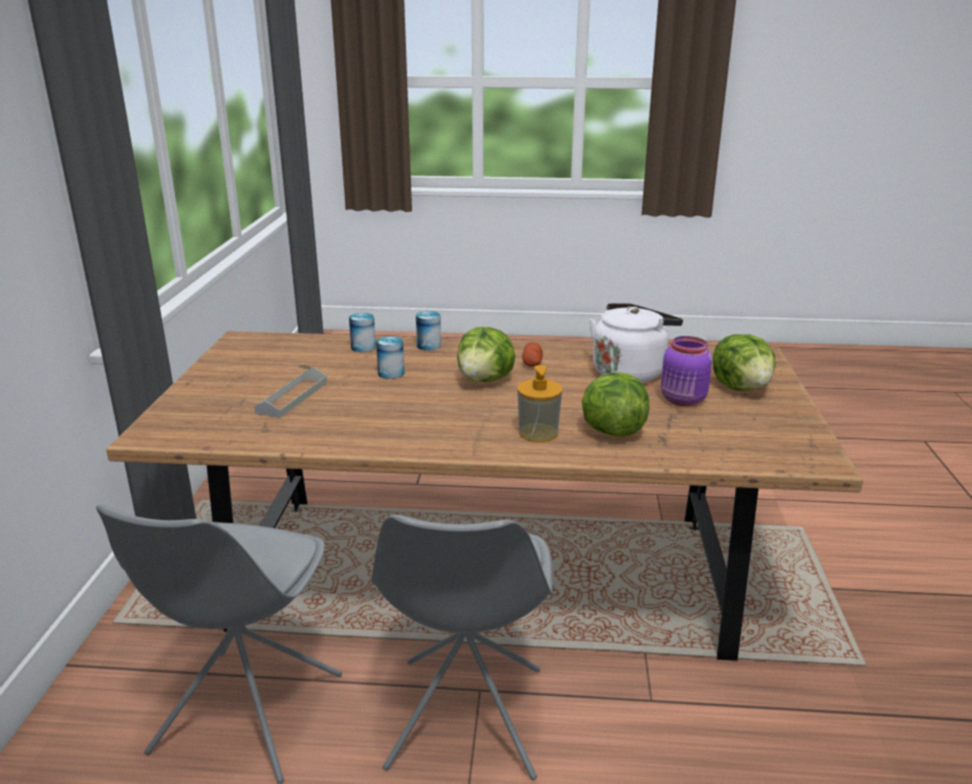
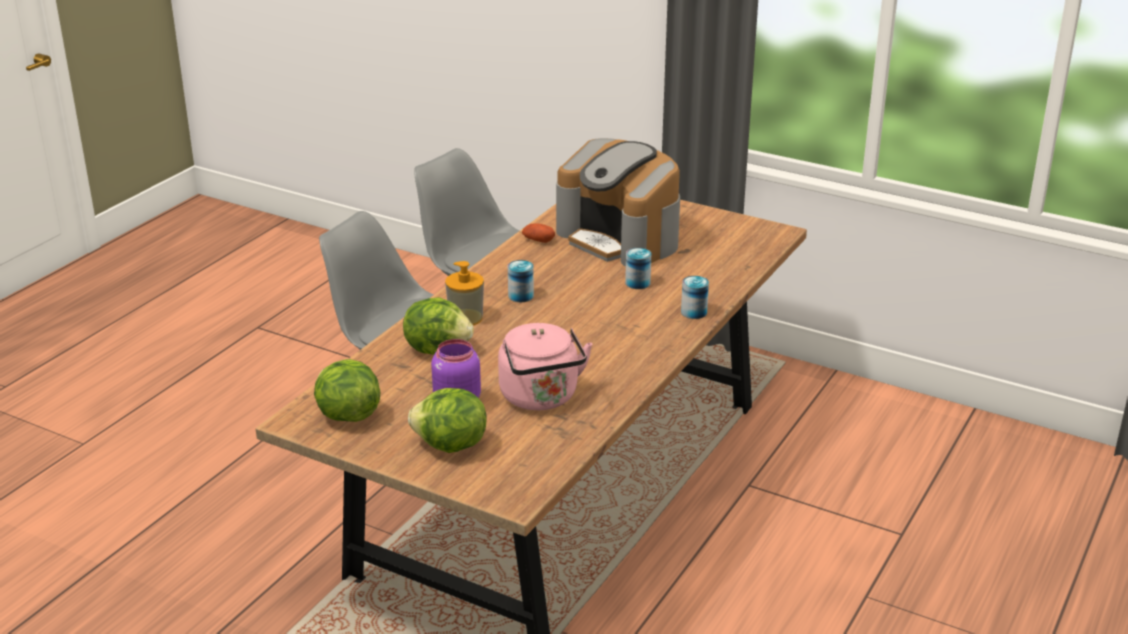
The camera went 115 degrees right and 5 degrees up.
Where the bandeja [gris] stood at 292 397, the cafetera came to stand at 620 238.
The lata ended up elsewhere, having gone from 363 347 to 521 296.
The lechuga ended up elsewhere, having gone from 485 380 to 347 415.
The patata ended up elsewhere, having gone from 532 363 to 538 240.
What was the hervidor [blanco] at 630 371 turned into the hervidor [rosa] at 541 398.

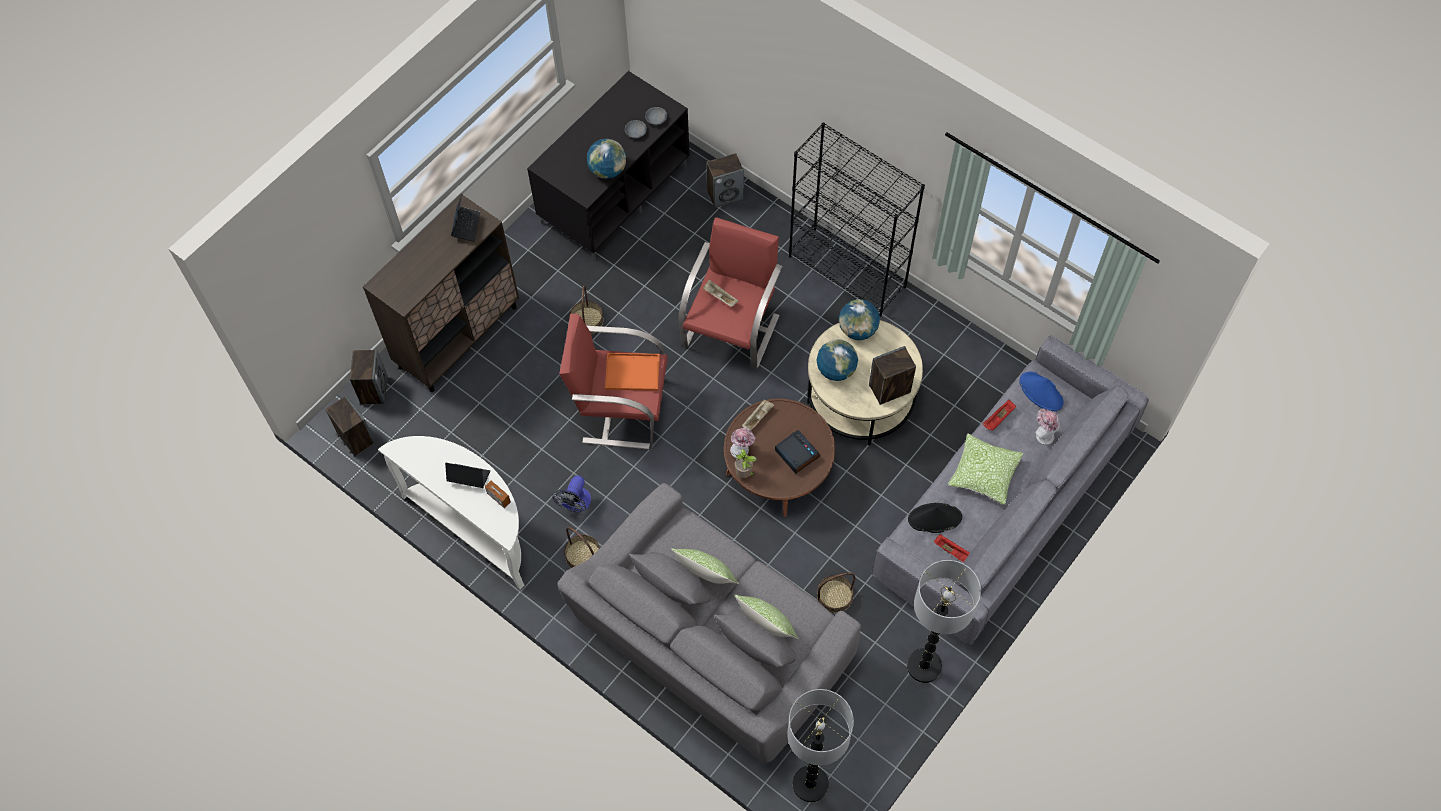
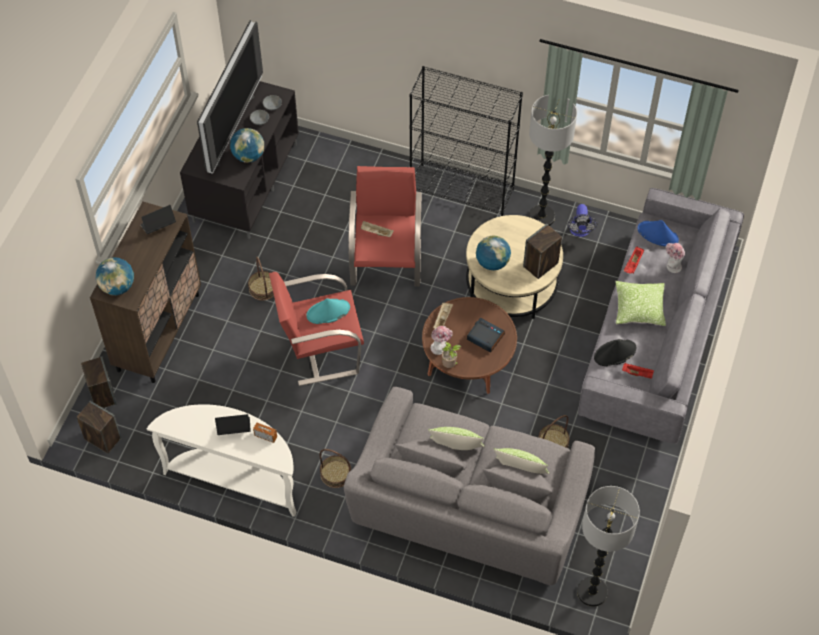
The camera went 20 degrees left and 5 degrees down.
The portátil at 466 226 ended up facing another way, 105 degrees counterclockwise from before.
The ventilador ended up elsewhere, having gone from 575 504 to 580 231.
Where the bandeja [naranja] stood at 631 373, the sombrero [turquesa] came to stand at 328 312.
The second view lost the altavoz at 725 195.
The globo terráqueo ended up elsewhere, having gone from 858 330 to 117 287.
The lámpara de pie ended up elsewhere, having gone from 924 666 to 541 217.
The second view gained the televisor at 229 128.

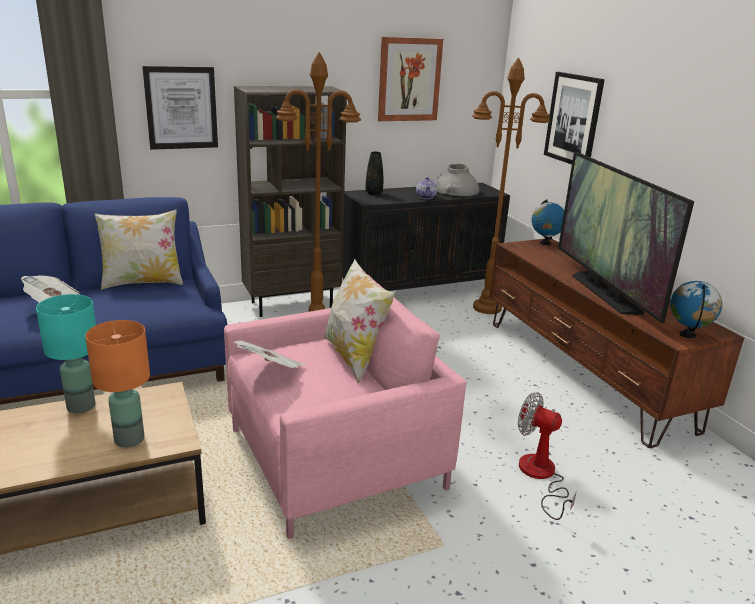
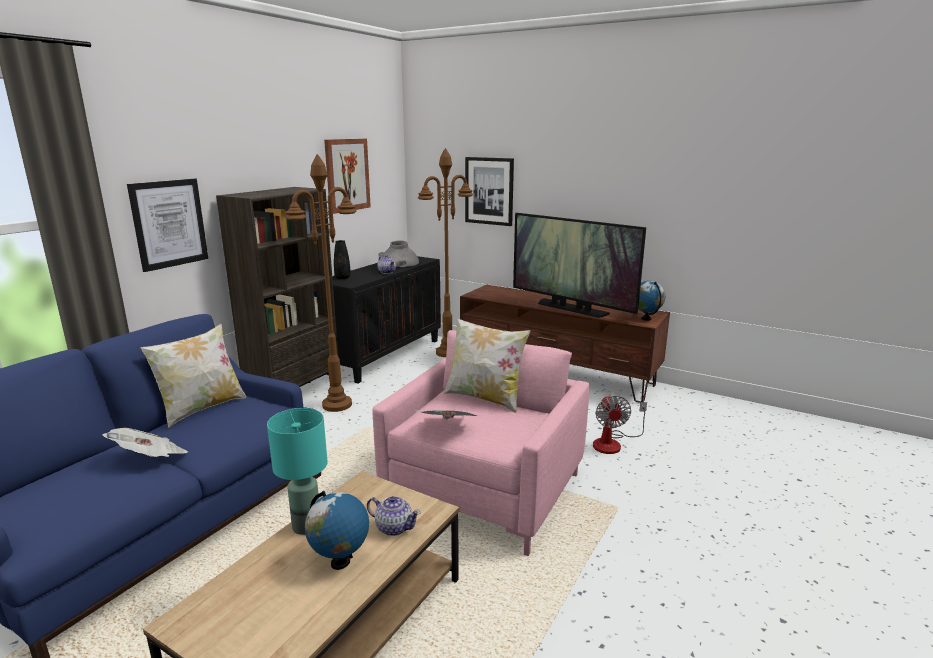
The camera went 35 degrees left and 5 degrees down.
Where the lámpara de mesa [naranja] stood at 130 439, the tetera came to stand at 394 527.
The ventilador at 540 476 ended up facing another way, 90 degrees counterclockwise from before.
The globo terráqueo ended up elsewhere, having gone from 545 243 to 340 563.

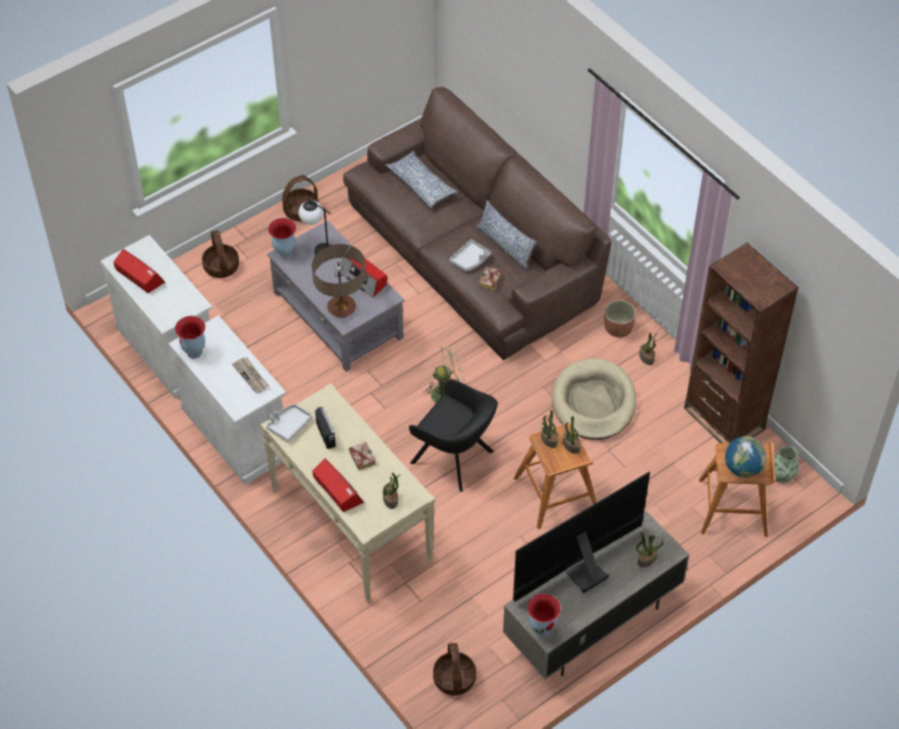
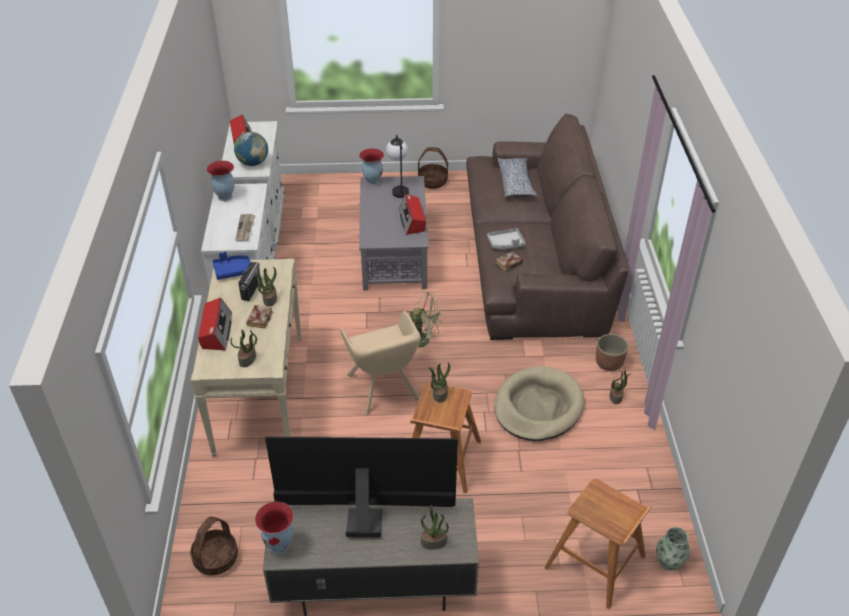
The camera went 35 degrees right and 10 degrees down.
The second view lost the cesta at 221 266.
What was the bandeja [gris] at 289 425 turned into the bandeja [azul] at 233 271.
The second view lost the lámpara de mesa at 341 308.
What was the sillón [negro] at 455 459 turned into the sillón [beis] at 384 389.
The second view lost the cojín at 505 246.
The planta en maceta ended up elsewhere, having gone from 571 445 to 269 299.
The second view lost the estantería [marrón] at 724 418.
The globo terráqueo ended up elsewhere, having gone from 743 468 to 253 163.

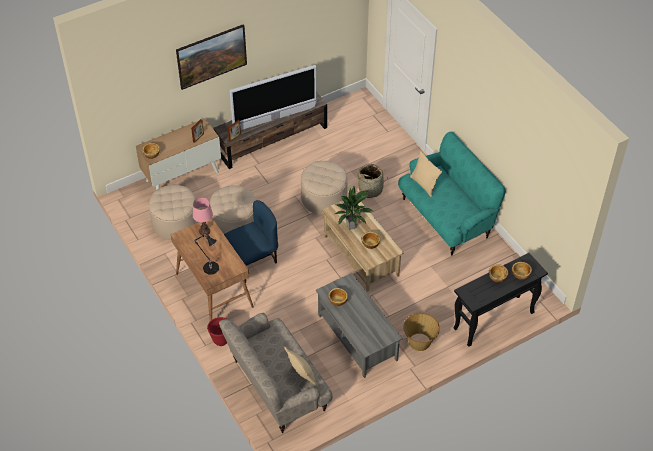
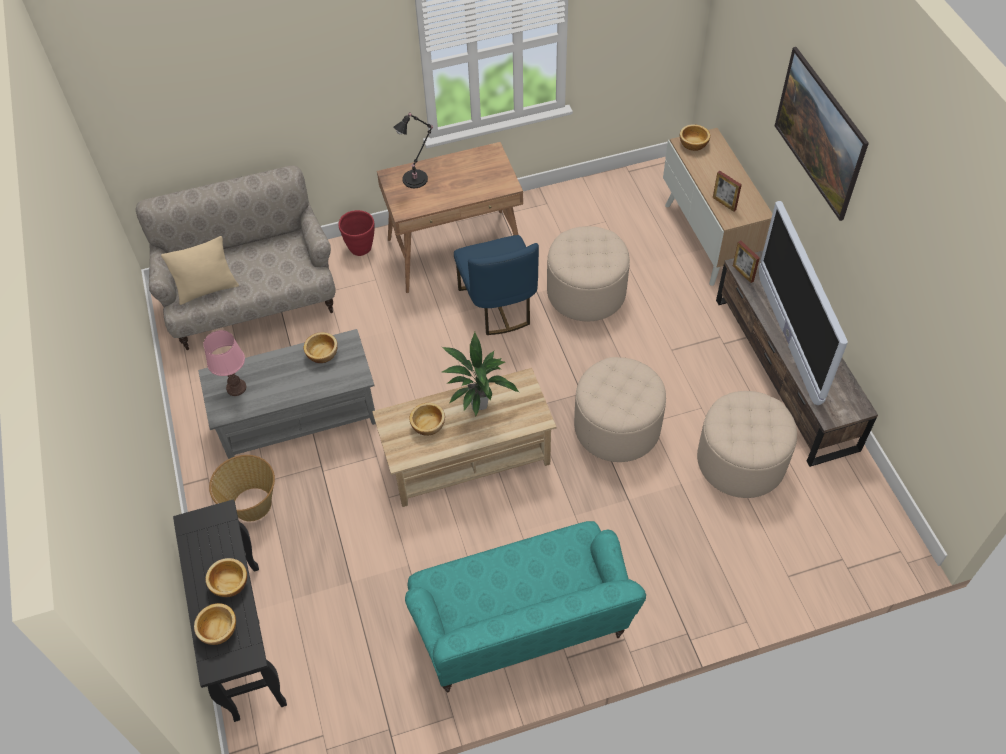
The camera went 105 degrees right and 5 degrees up.
The puf [beis] ended up elsewhere, having gone from 175 223 to 741 461.
The lámpara de mesa [rosa] ended up elsewhere, having gone from 204 231 to 236 387.
The second view lost the cesta at 370 189.
The second view lost the cojín [beis] at 424 185.

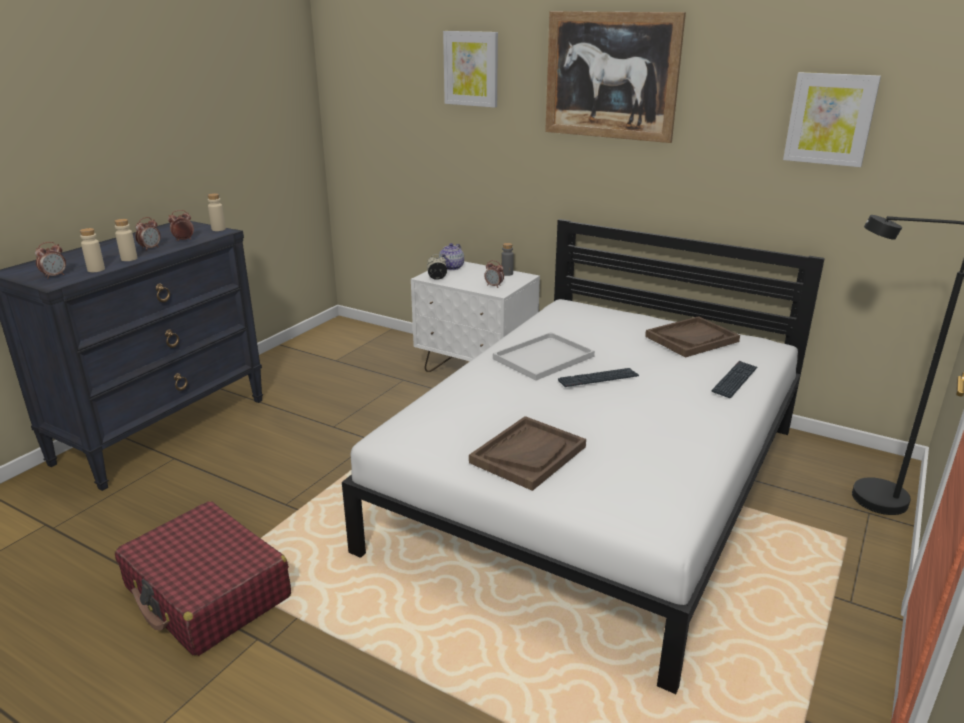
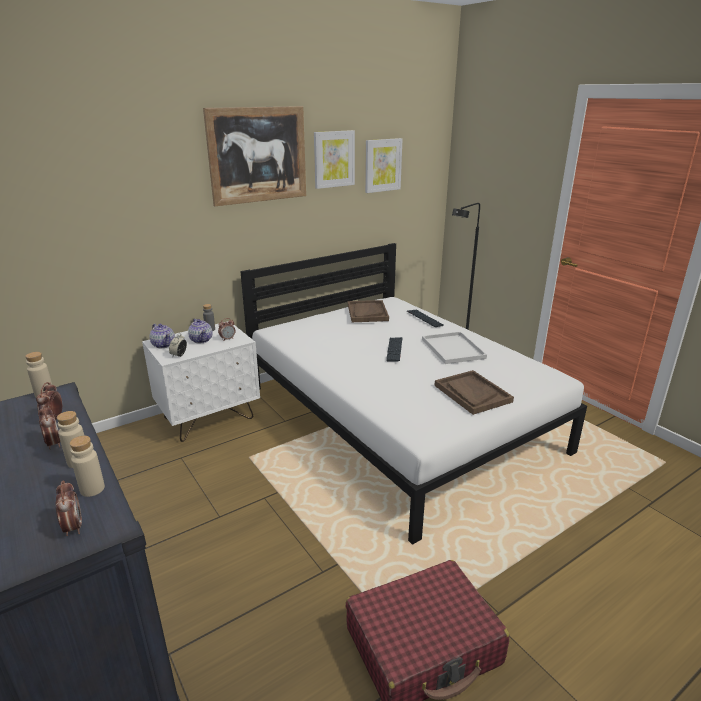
The camera went 65 degrees left and 0 degrees up.
The cuadro ended up elsewhere, having gone from 471 69 to 333 159.
The bandeja [blanco] ended up elsewhere, having gone from 544 357 to 451 348.
The second view gained the tetera at 201 340.

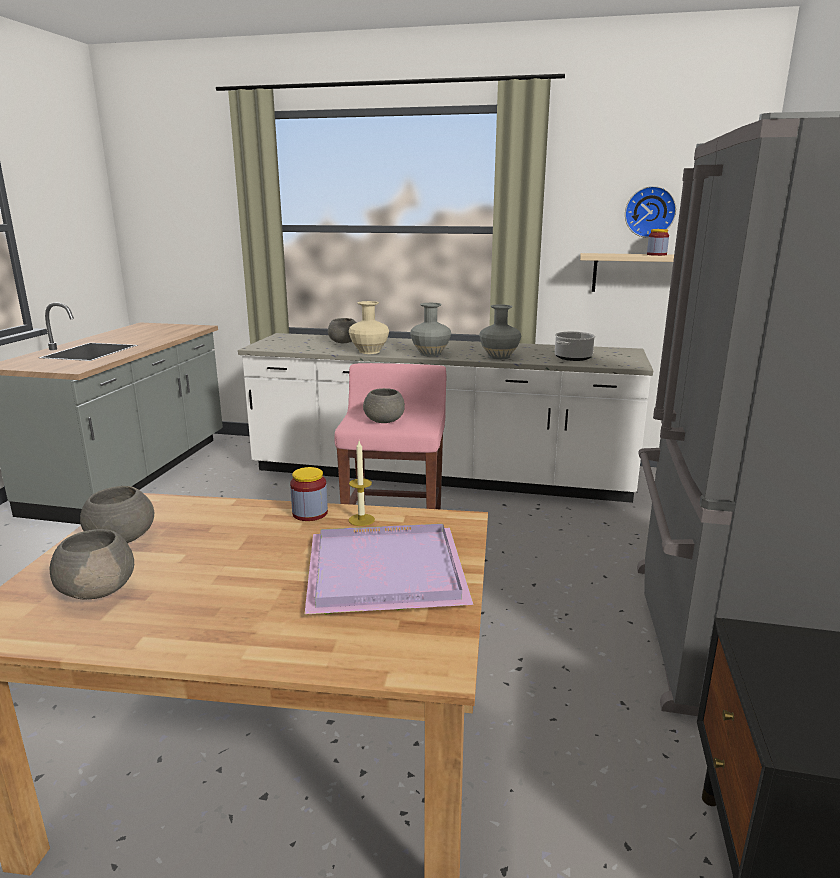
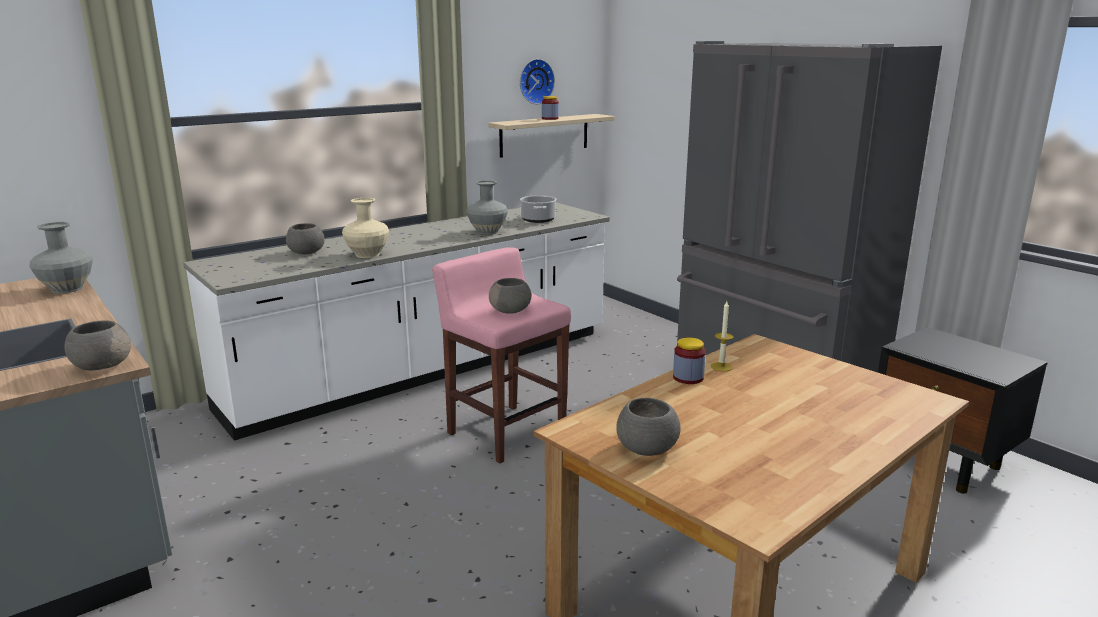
The camera went 50 degrees left and 0 degrees up.
The cuenco [gris] ended up elsewhere, having gone from 98 589 to 101 366.
The second view lost the bandeja [morado] at 383 574.
The florero [gris] ended up elsewhere, having gone from 430 354 to 66 289.

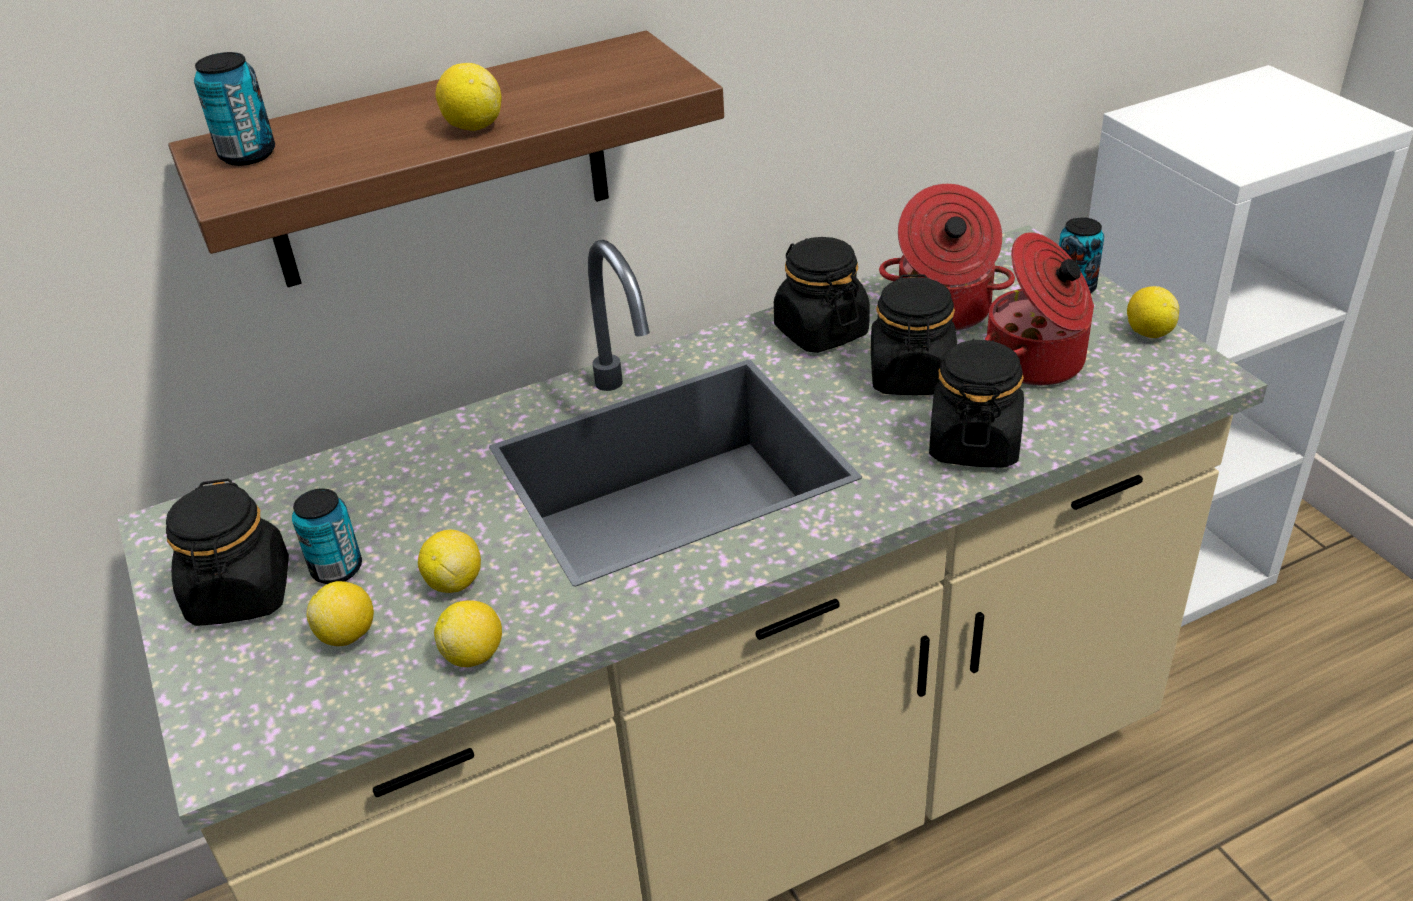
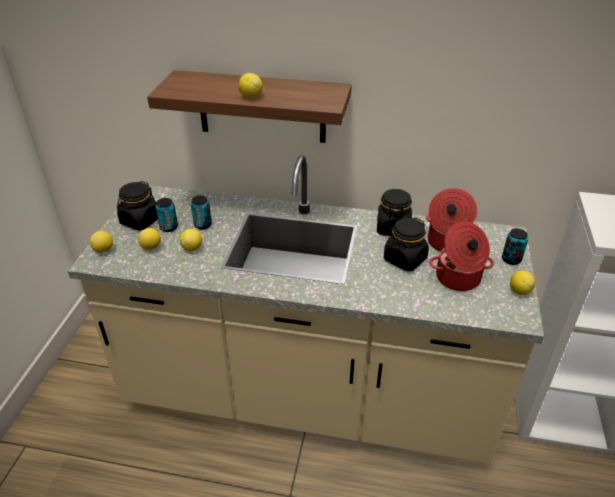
The camera went 35 degrees right and 0 degrees up.
The lata ended up elsewhere, having gone from 248 155 to 203 225.
The limón ended up elsewhere, having gone from 474 654 to 104 250.
The second view lost the tarro [negro] at 973 443.

